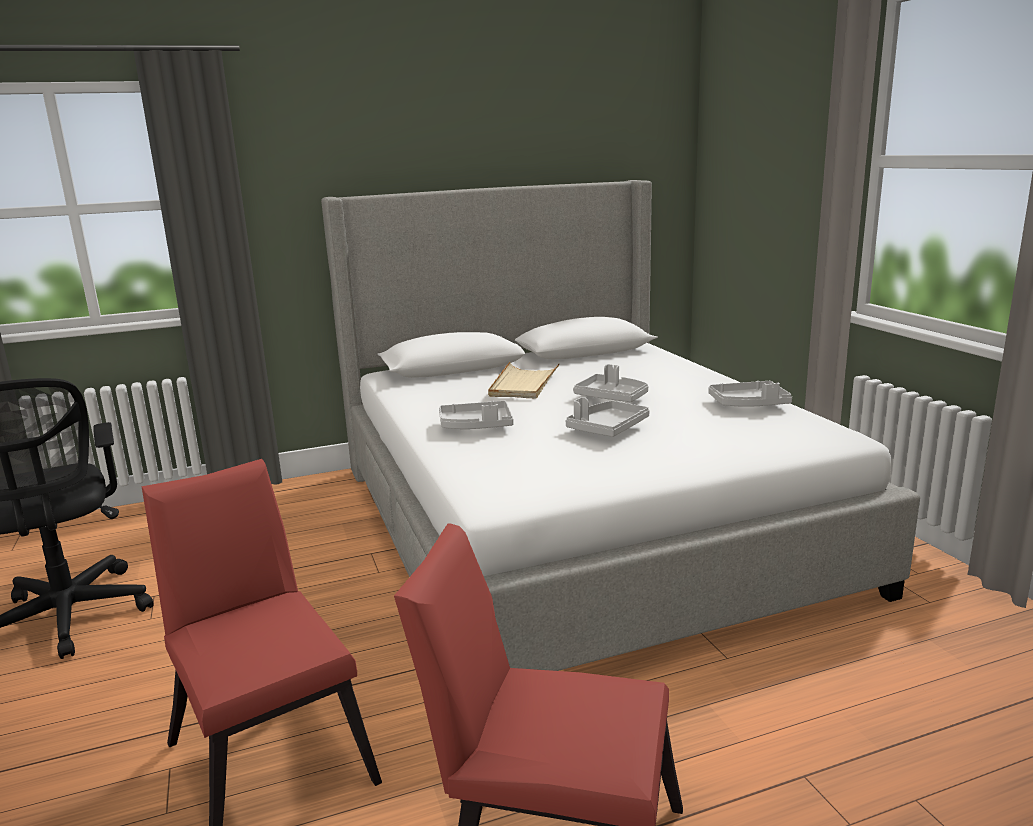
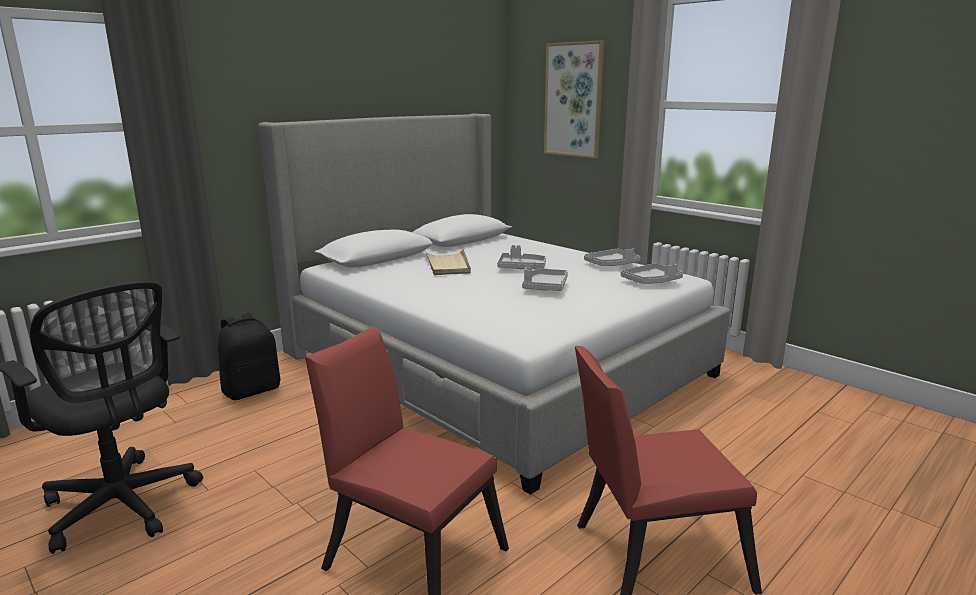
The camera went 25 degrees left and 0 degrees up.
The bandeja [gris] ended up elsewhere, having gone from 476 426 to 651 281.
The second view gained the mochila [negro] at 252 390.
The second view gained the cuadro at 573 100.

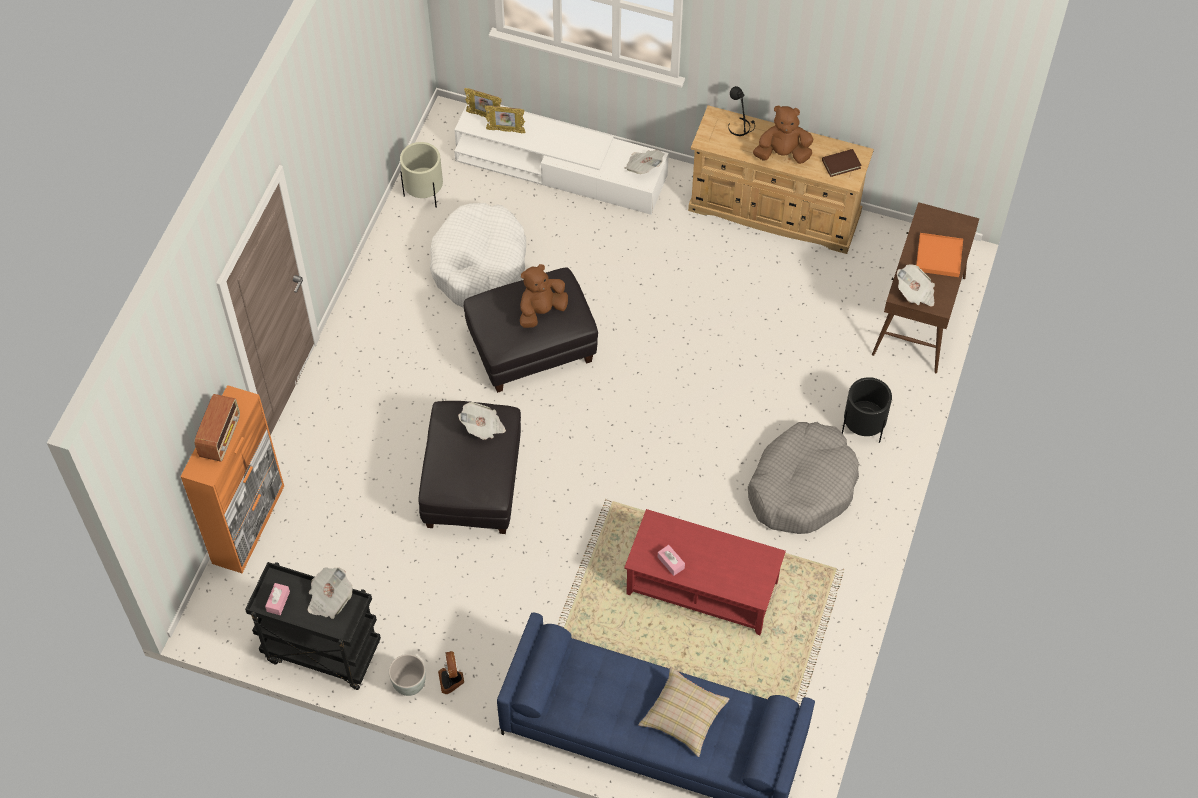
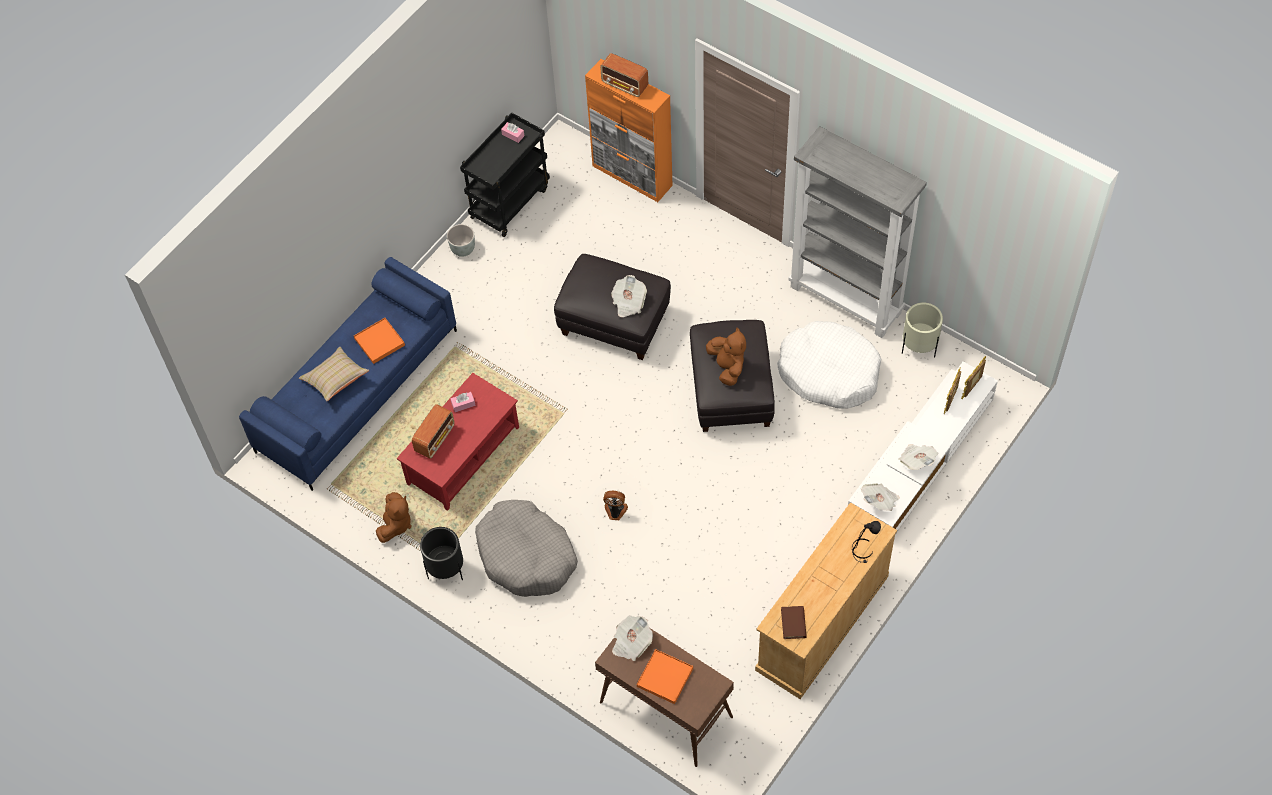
The camera went 110 degrees right and 0 degrees up.
The periódico ended up elsewhere, having gone from 329 599 to 917 460.
The ventilador ended up elsewhere, having gone from 451 680 to 615 511.
The peluche [marrón] ended up elsewhere, having gone from 782 154 to 395 524.
The maceta [negro] ended up elsewhere, having gone from 863 429 to 446 570.
The second view gained the bandeja [naranja] at 379 342.
The second view gained the radio at 435 438.
The second view gained the estantería [gris] at 846 300.

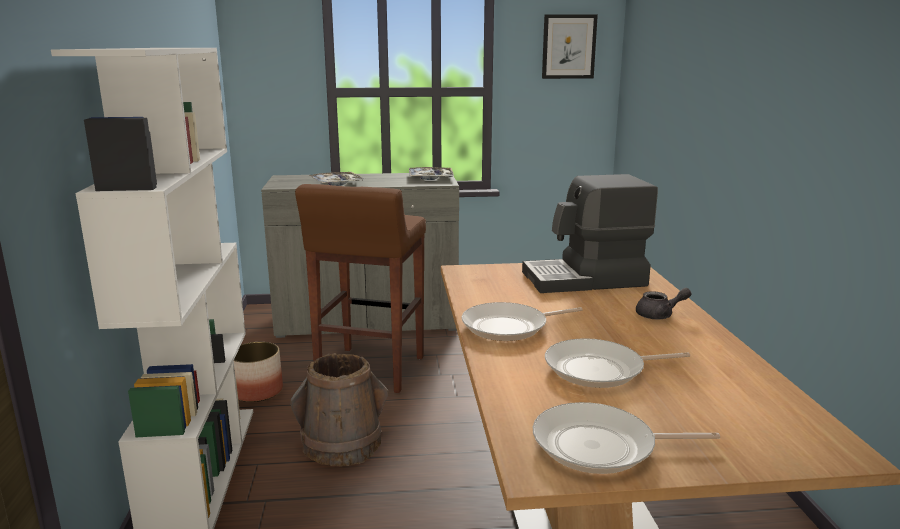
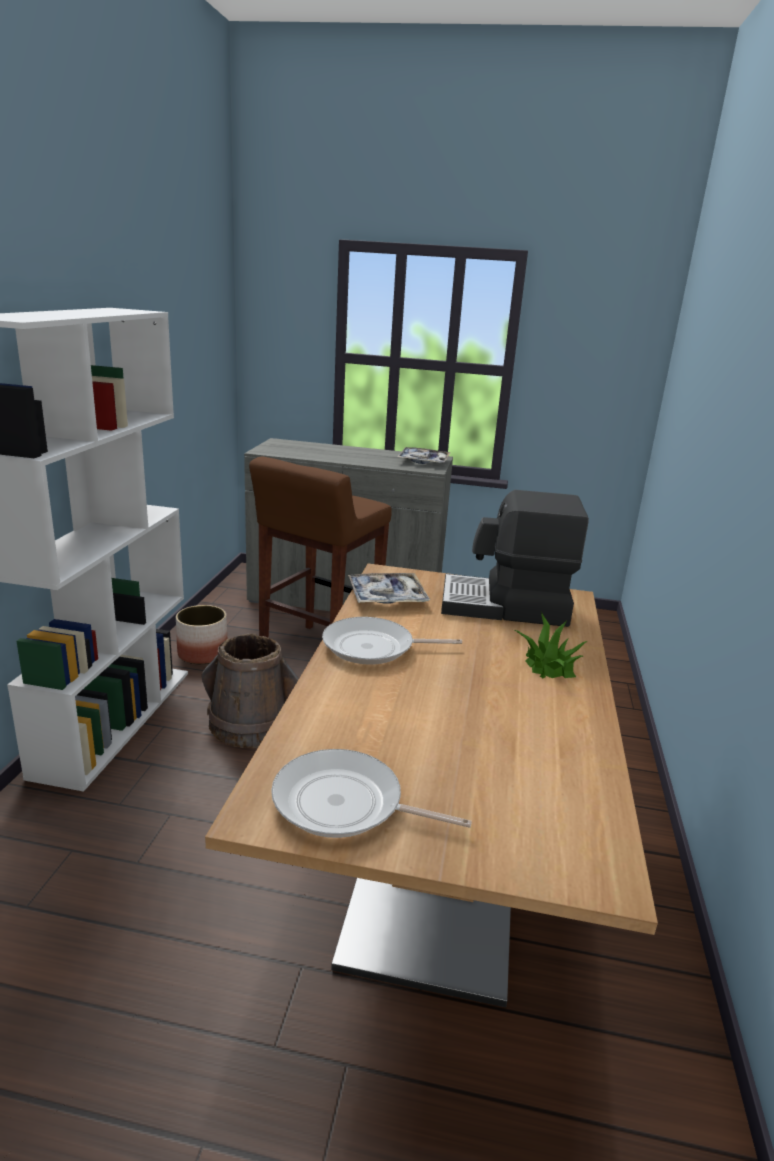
The camera went 15 degrees right and 5 degrees up.
The bandeja ended up elsewhere, having gone from 337 183 to 387 597.
The second view lost the cuadro at 569 46.
The second view lost the sartén at 600 370.
Where the tetera [gris] stood at 659 315, the planta en maceta came to stand at 549 665.

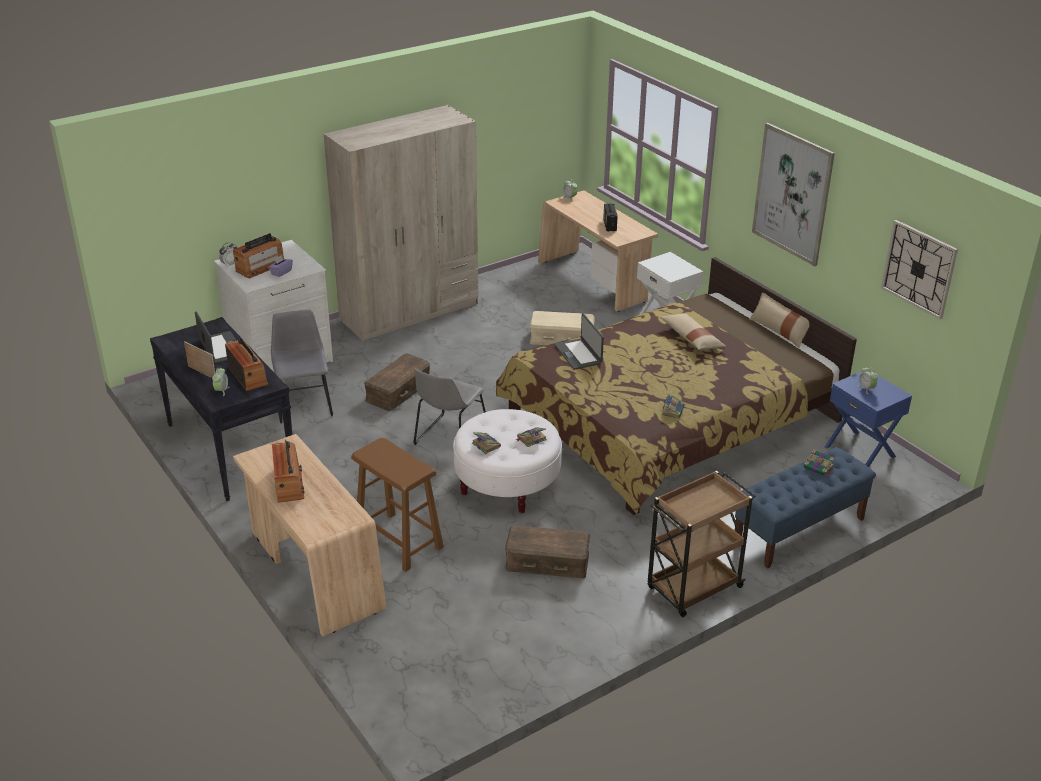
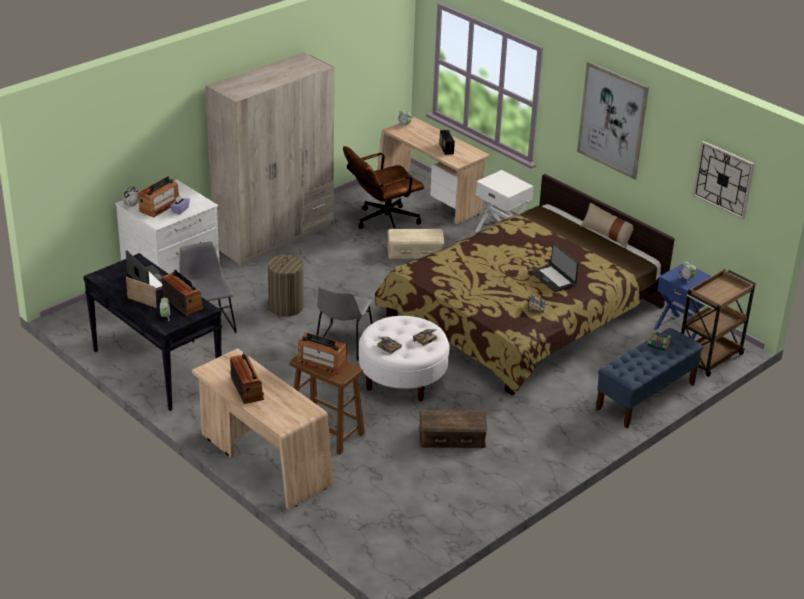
The camera went 10 degrees left and 0 degrees up.
Where the caja de almacenaje [marrón] stood at 398 390, the cesto de la ropa came to stand at 286 307.
The portátil ended up elsewhere, having gone from 578 354 to 553 278.
The carrito [marrón] ended up elsewhere, having gone from 693 589 to 709 358.
The second view lost the cojín [beis] at 691 339.
The second view gained the radio at 321 363.
The second view gained the silla de oficina [marrón] at 381 222.

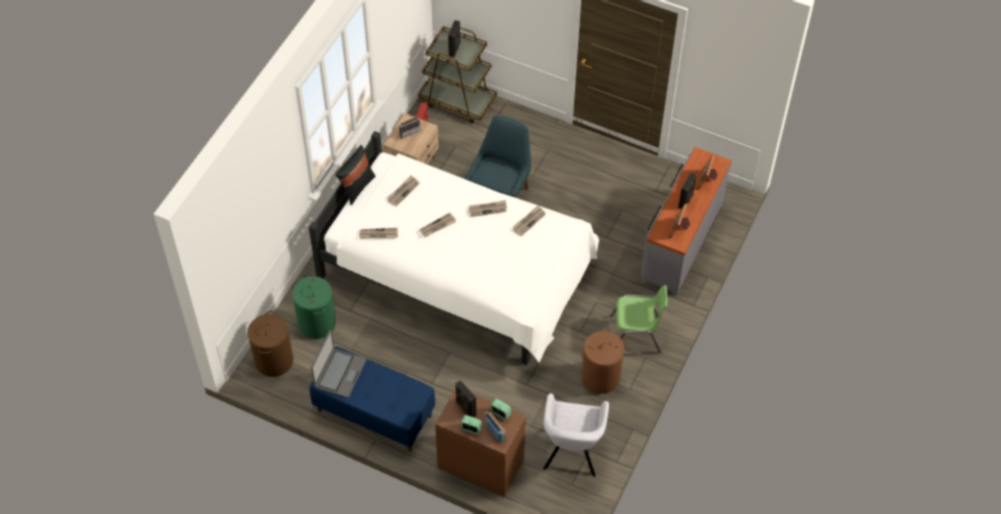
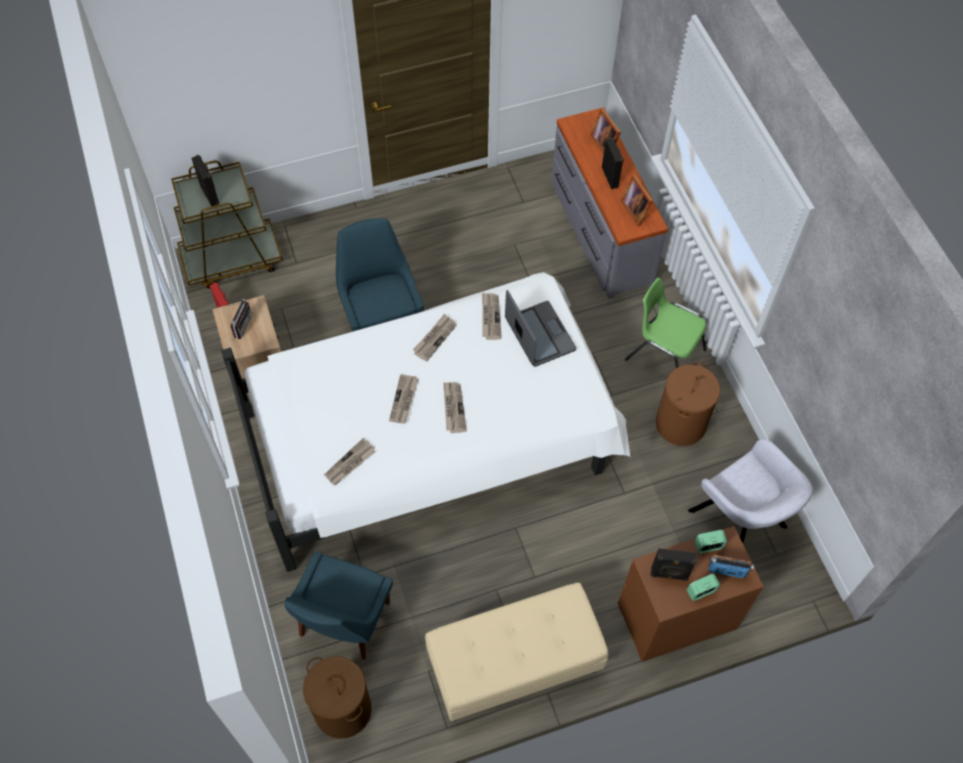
The camera went 45 degrees left and 5 degrees up.
Where the cesto de la ropa [verde] stood at 316 323, the silla [azul] came to stand at 343 622.
What was the banco [azul] at 373 413 turned into the banco [beis] at 513 665.
The portátil ended up elsewhere, having gone from 339 373 to 539 335.
The second view lost the cojín [negro] at 357 187.
The periódico ended up elsewhere, having gone from 403 191 to 453 408.
The silla [verde] at 636 335 ended up facing another way, 105 degrees counterclockwise from before.

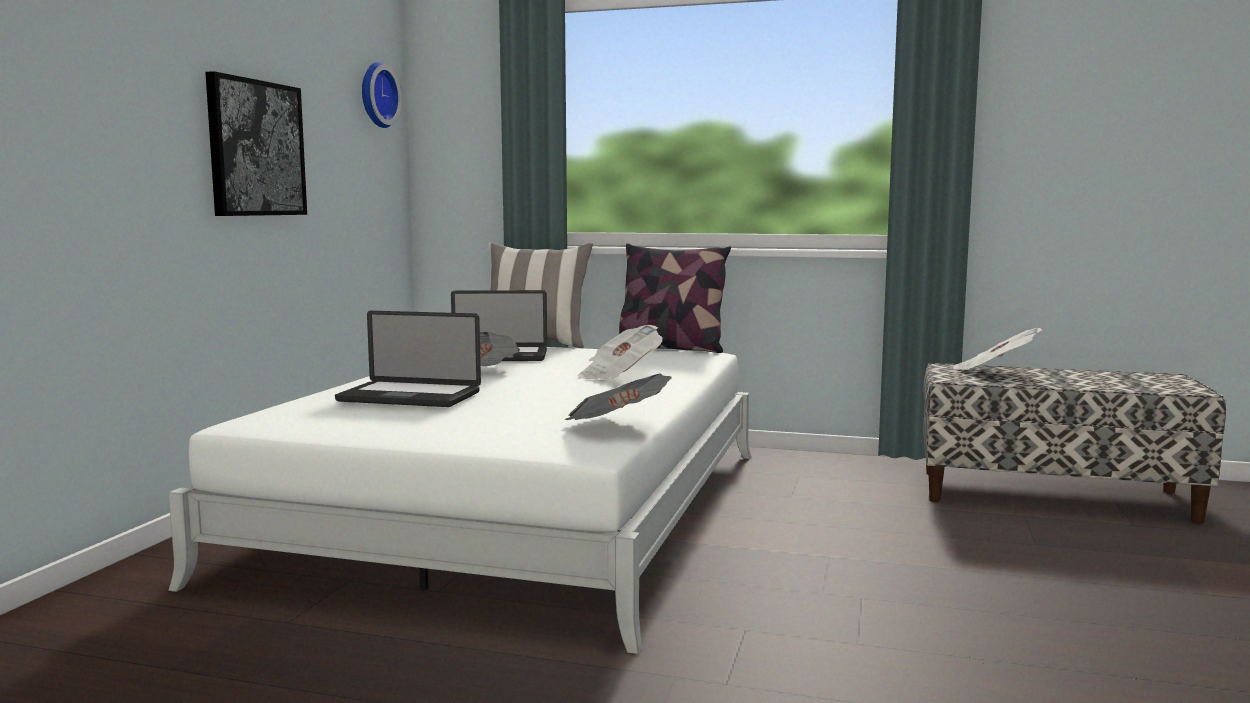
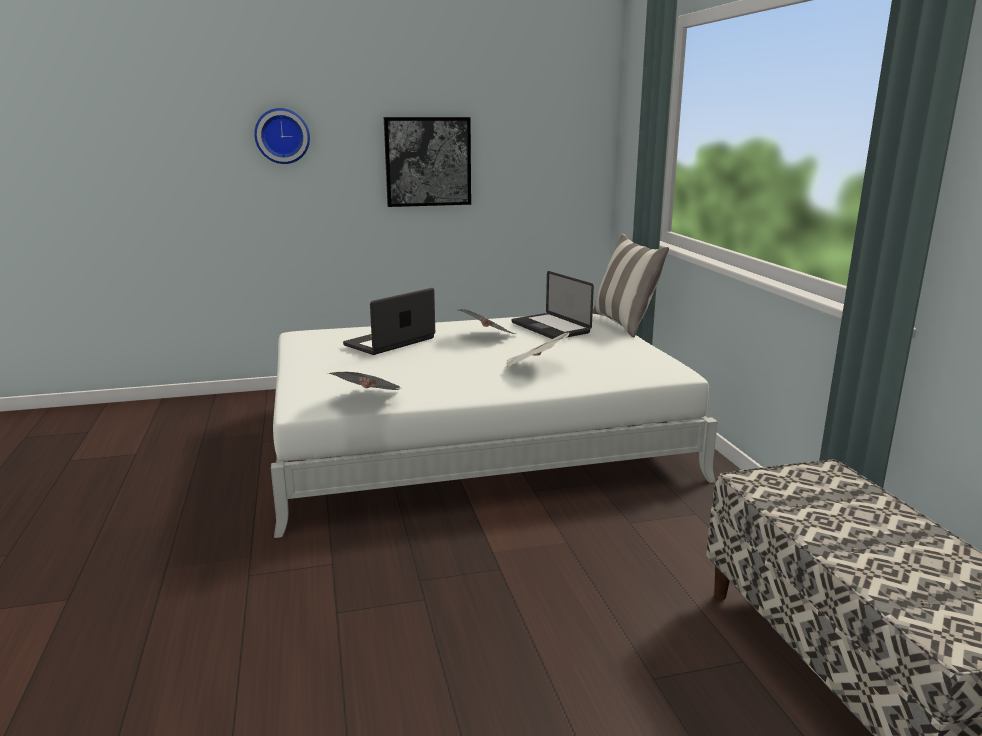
The camera went 60 degrees right and 10 degrees up.
The portátil at 409 397 ended up facing another way, 60 degrees clockwise from before.
The reloj de pared ended up elsewhere, having gone from 376 95 to 282 136.
The second view lost the cojín at 670 348.
The second view lost the periódico at 993 371.

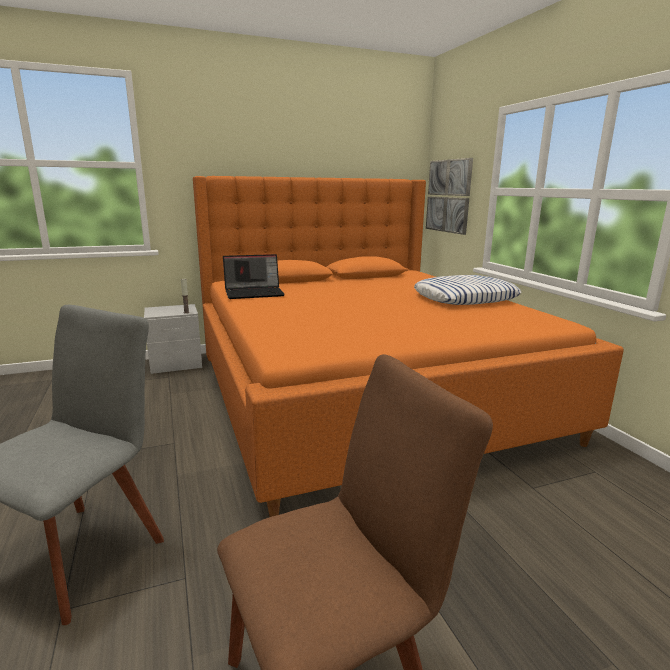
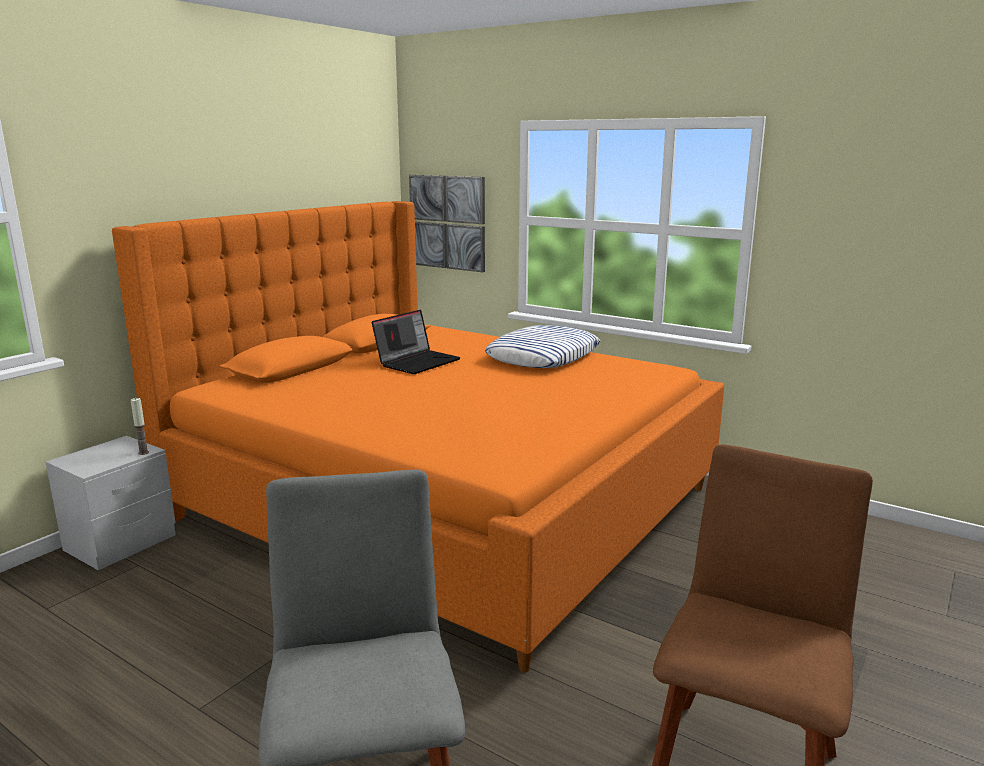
The camera went 35 degrees left and 0 degrees up.
The portátil ended up elsewhere, having gone from 255 293 to 417 362.

